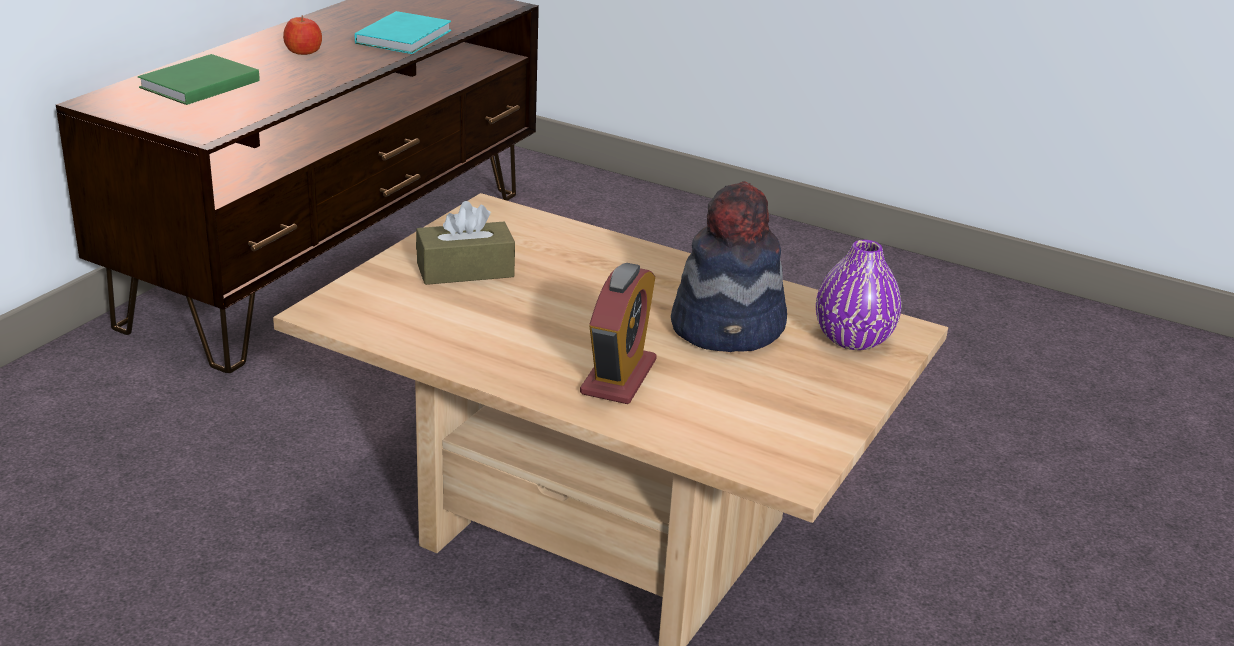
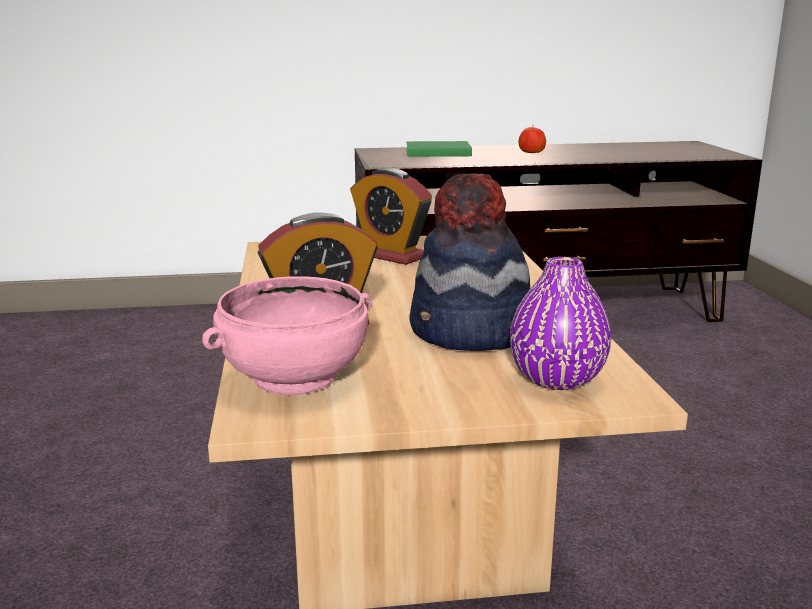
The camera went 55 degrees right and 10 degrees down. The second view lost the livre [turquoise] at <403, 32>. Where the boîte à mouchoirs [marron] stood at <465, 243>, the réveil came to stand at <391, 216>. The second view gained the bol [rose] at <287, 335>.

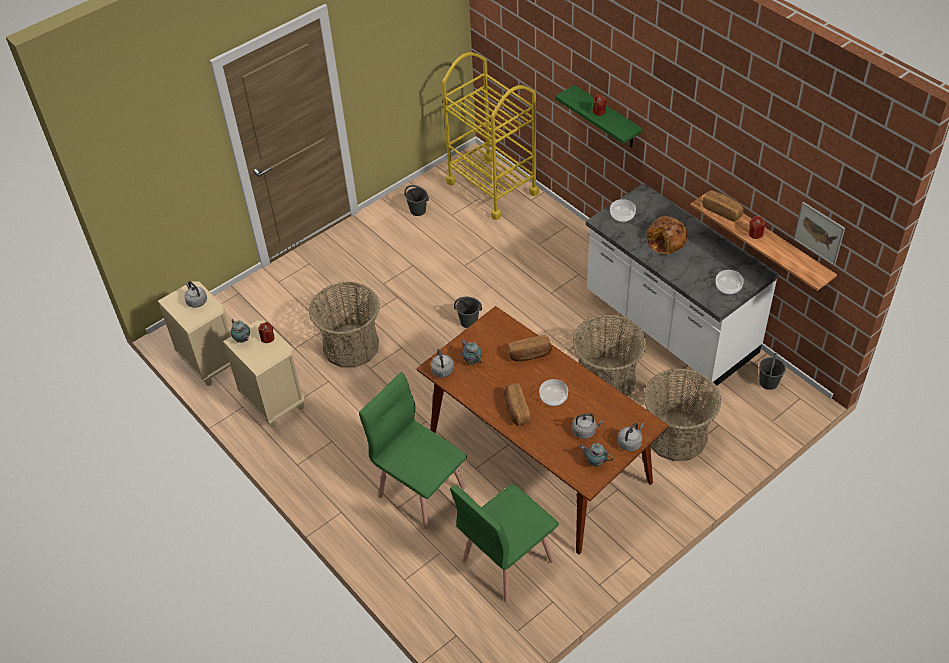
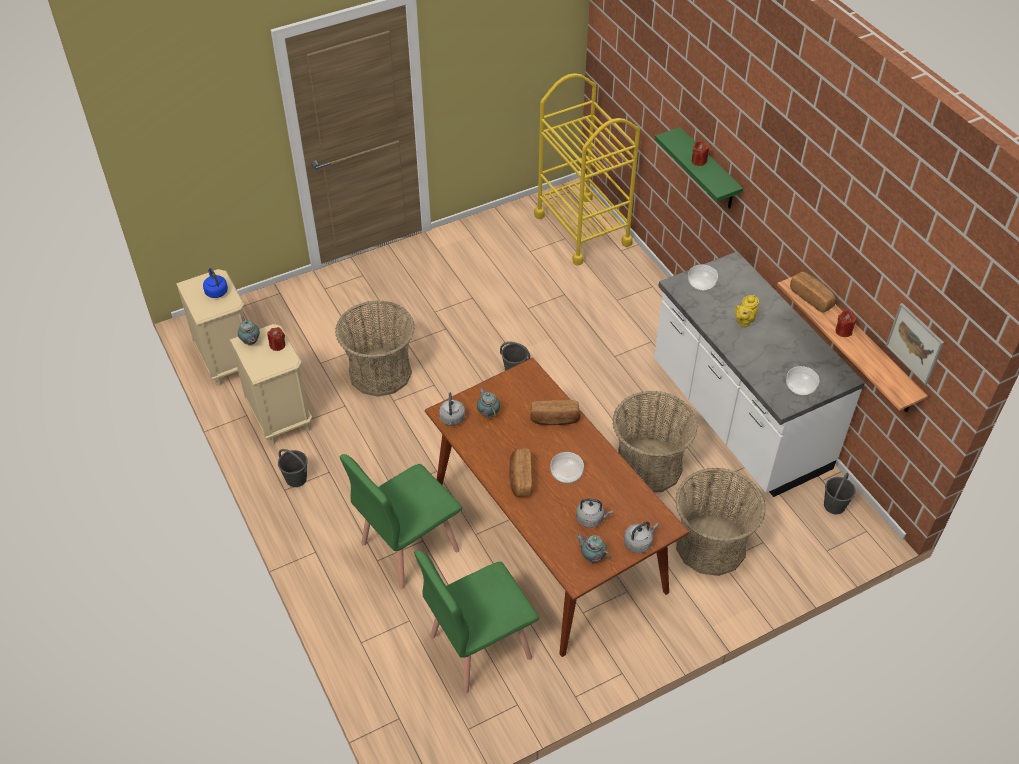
The camera went 10 degrees right and 0 degrees up. What was the bouilloire [gris] at <195, 294> turned into the bouilloire [bleu] at <215, 283>. The chaise [vert] at <413, 450> ended up facing another way, 90 degrees counterclockwise from before. The seau [gris] ended up elsewhere, having gone from <416, 200> to <293, 468>. Where the pain stood at <667, 235>, the théière [jaune] came to stand at <747, 311>.

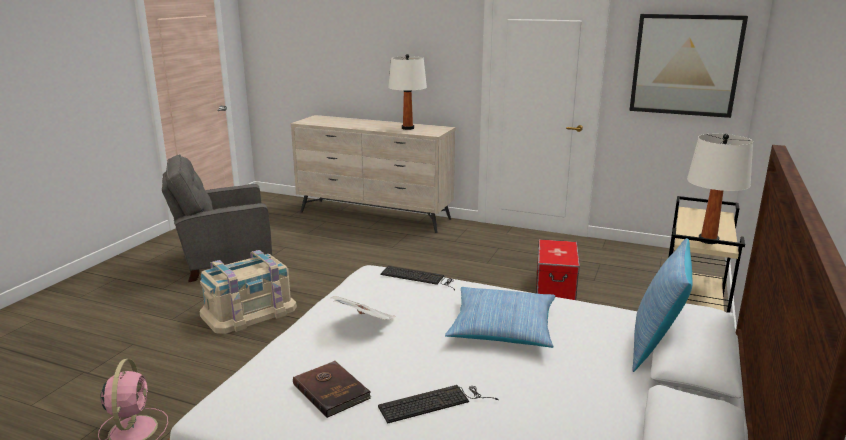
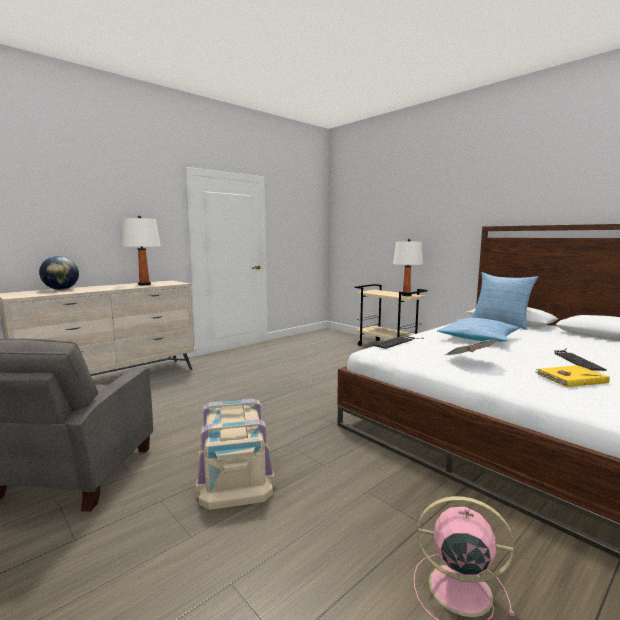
The camera went 65 degrees left and 10 degrees down. What was the livre [marron] at <332, 389> turned into the livre [jaune] at <573, 376>. The second view lost the boîte de rangement at <558, 269>. The second view lost the tableau at <688, 66>. The second view gained the globe at <59, 273>.

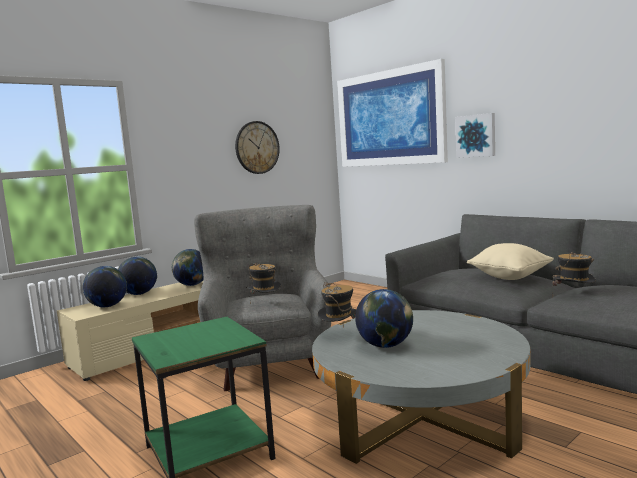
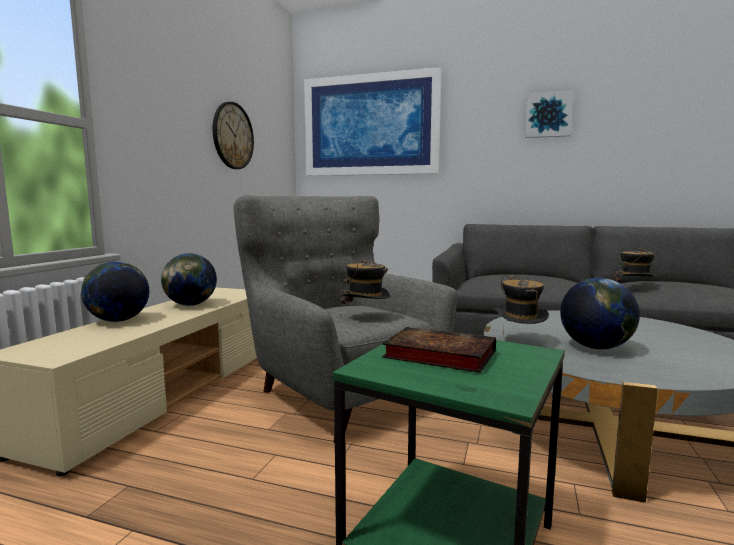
The camera went 30 degrees left and 0 degrees up. The second view lost the globe at <105, 287>. The tableau ended up elsewhere, having gone from <475, 135> to <549, 114>. The second view lost the coussin [beige] at <510, 261>. The second view gained the livre at <439, 350>.

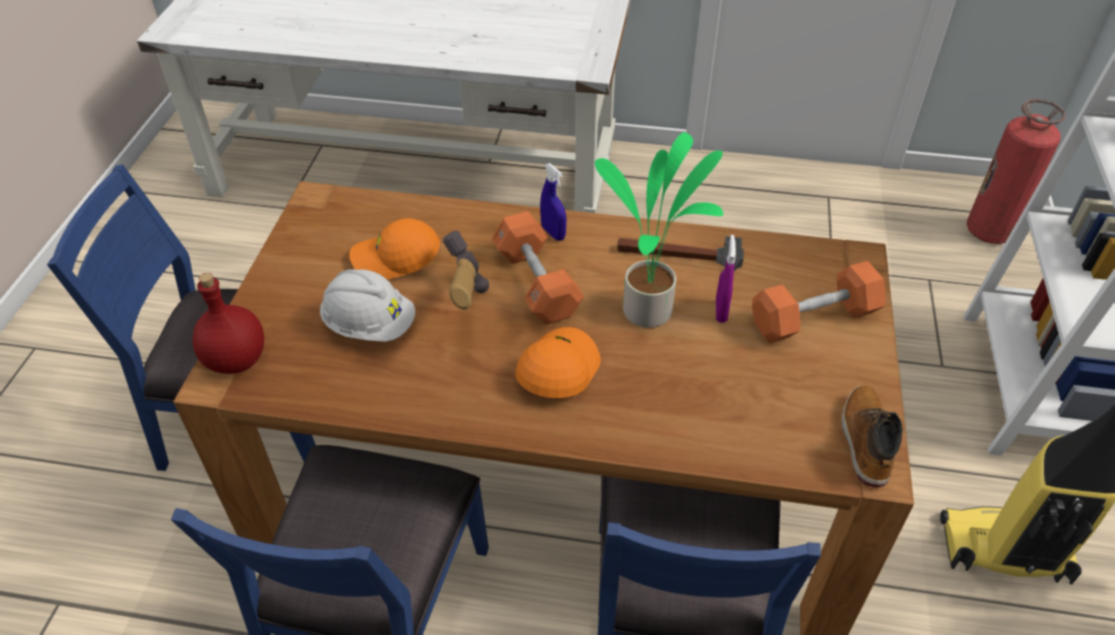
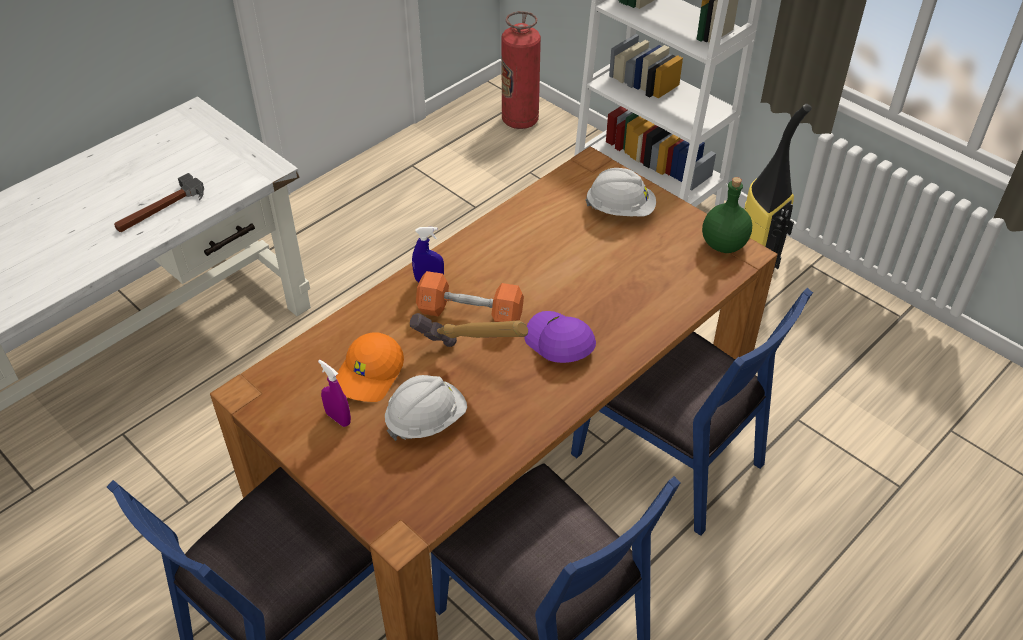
The camera went 55 degrees left and 0 degrees up. The second view lost the bouteille [rouge] at <228, 323>. What was the casquette [orange] at <558, 362> turned into the casquette [violet] at <560, 337>. The second view lost the plante en pot at <659, 230>. The marteau ended up elsewhere, having gone from <680, 253> to <159, 202>. The vaporisateur [violet] ended up elsewhere, having gone from <726, 279> to <334, 393>. Where the haltère [orange] stood at <819, 302>, the casque de chantier [blanc] came to stand at <620, 192>. Where the botte stood at <872, 436>, the bouteille [vert] came to stand at <727, 215>.

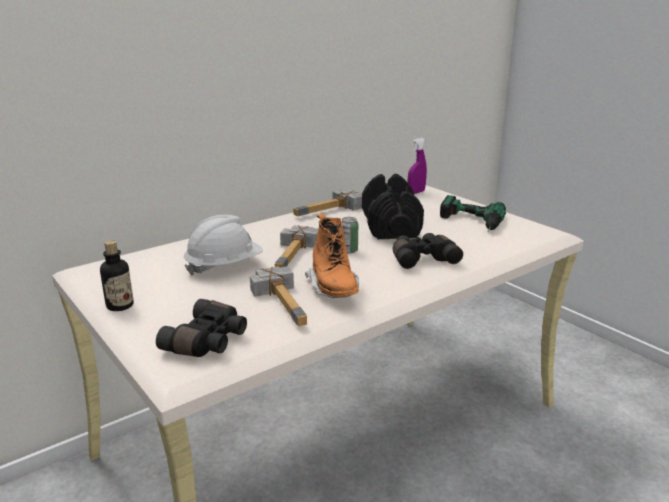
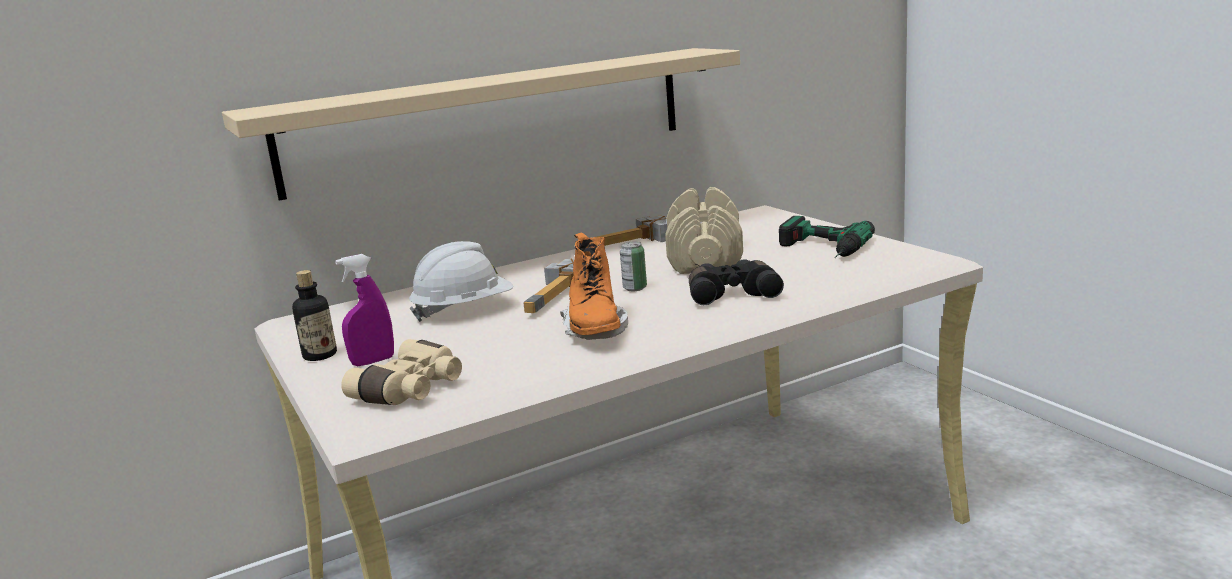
The camera went 10 degrees right and 5 degrees down. What was the jumelles [noir] at <201, 328> turned into the jumelles [beige] at <401, 372>. The second view lost the marteau at <278, 296>. What was the haltère [noir] at <393, 206> turned into the haltère [beige] at <704, 230>. The vaporisateur [violet] ended up elsewhere, having gone from <417, 166> to <364, 310>. The second view gained the étagère [beige] at <481, 124>.

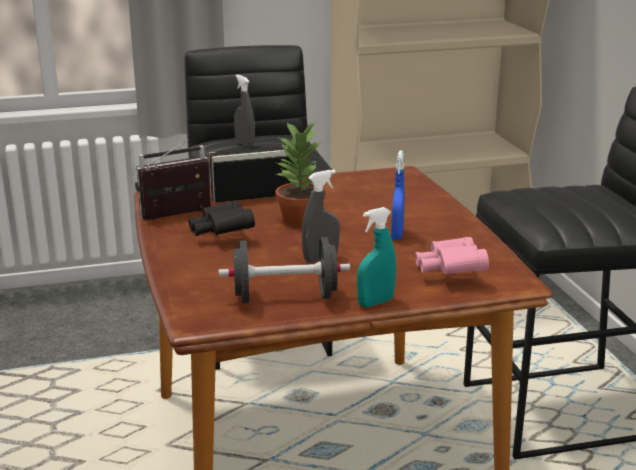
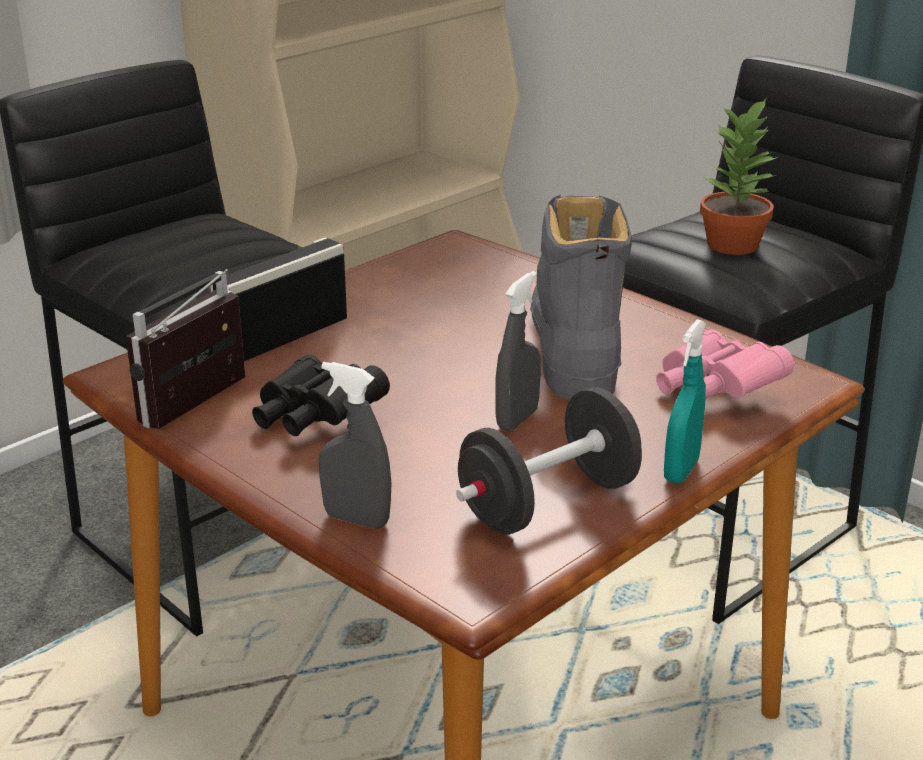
The camera went 30 degrees left and 5 degrees up. The vaporisateur [gris] ended up elsewhere, having gone from <244, 111> to <355, 445>. The plante en pot ended up elsewhere, having gone from <300, 174> to <739, 176>. Where the vaporisateur [bleu] stood at <398, 195>, the botte [gris] came to stand at <581, 297>.

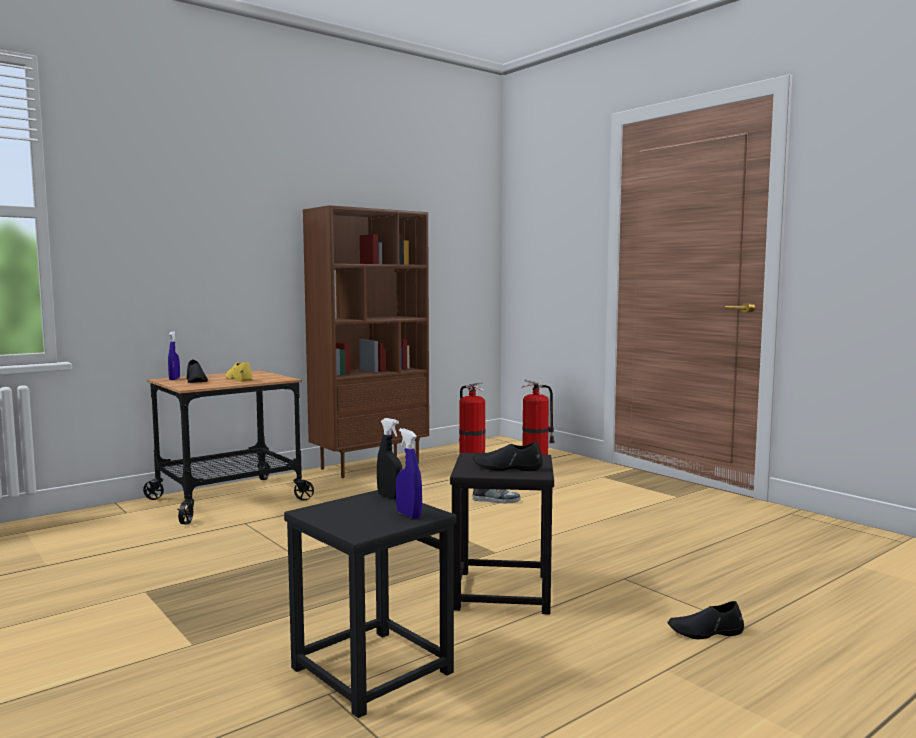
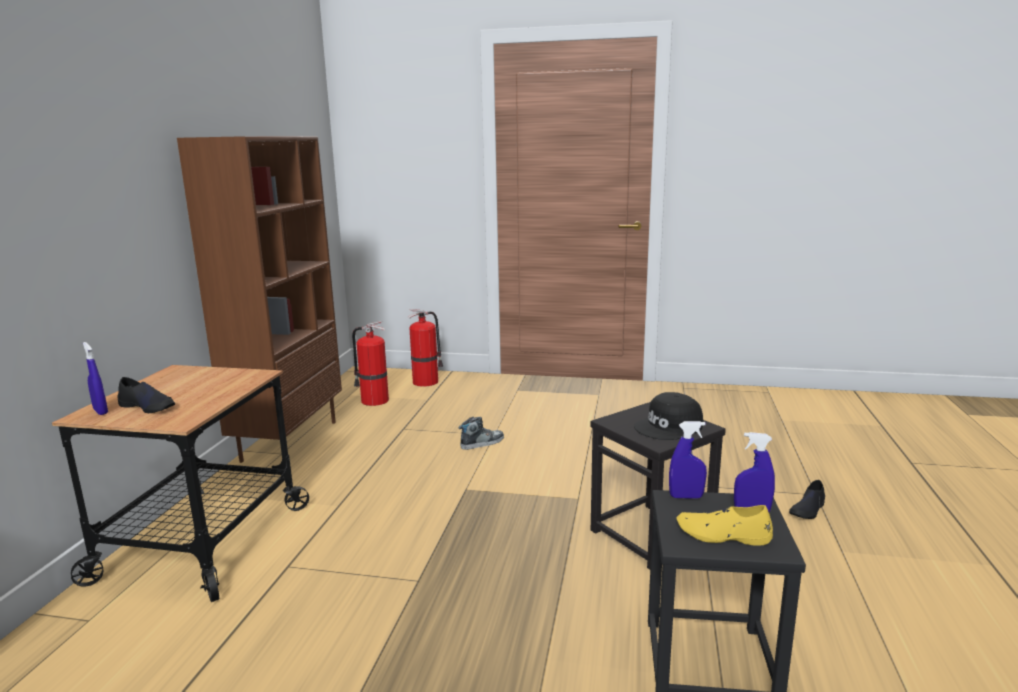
The camera went 40 degrees left and 10 degrees up. The chaussure [jaune] ended up elsewhere, having gone from <239, 372> to <725, 525>. What was the vaporisateur [noir] at <390, 458> turned into the vaporisateur [bleu] at <688, 460>. Where the chaussure [noir] stood at <508, 456>, the casquette [noir] came to stand at <668, 416>.

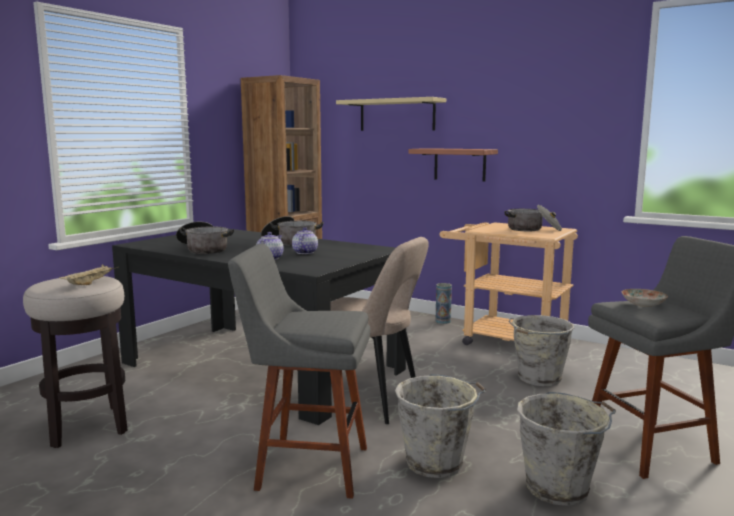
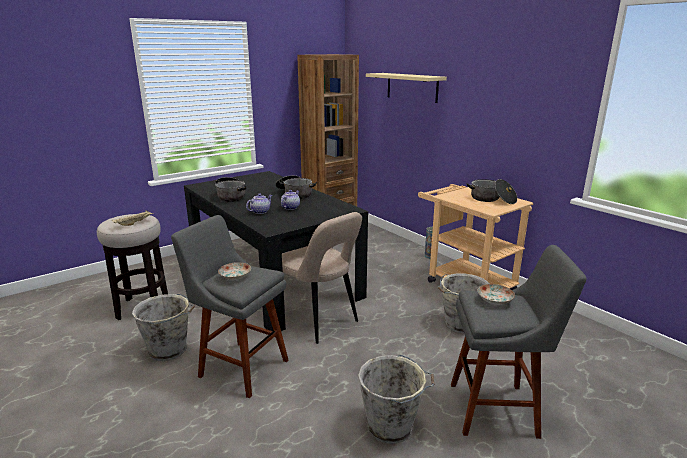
The camera went 20 degrees right and 10 degrees up. The seau [gris] ended up elsewhere, having gone from <440, 426> to <163, 327>. The second view lost the étagère at <453, 165>. The second view gained the assiette at <234, 271>.

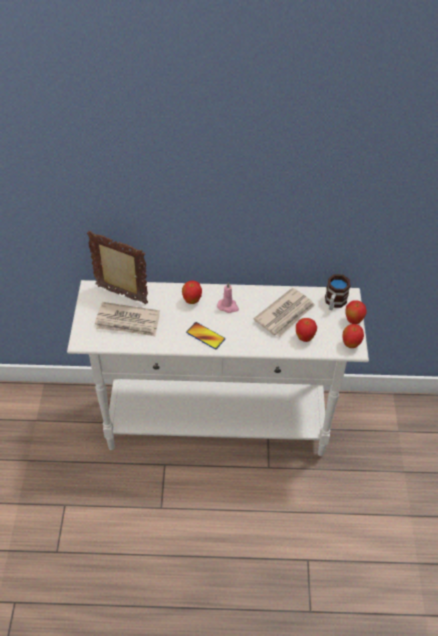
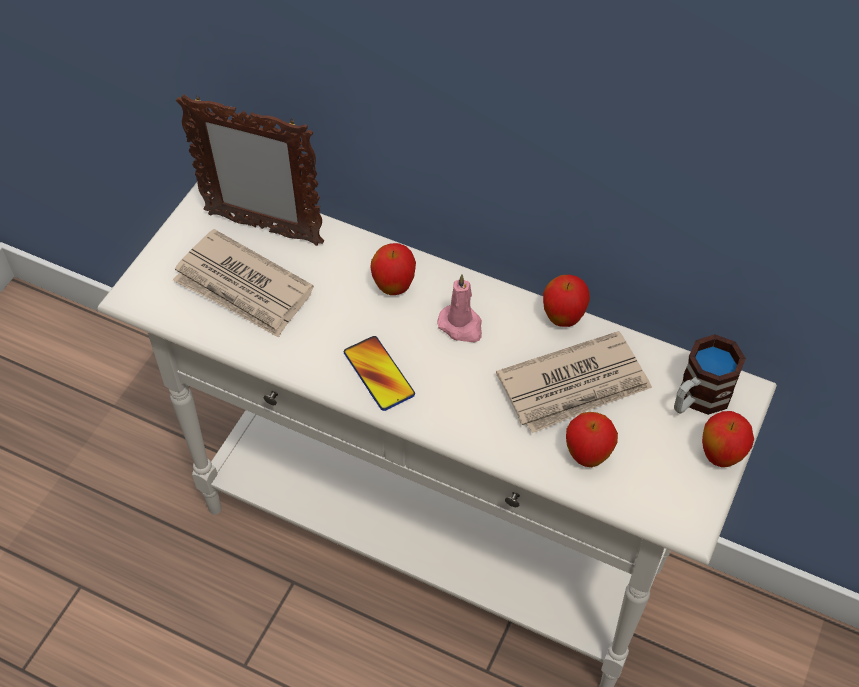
The camera went 25 degrees right and 5 degrees up. The cadre photo at <117, 268> ended up facing another way, 150 degrees clockwise from before. The pomme ended up elsewhere, having gone from <353, 336> to <566, 301>.

